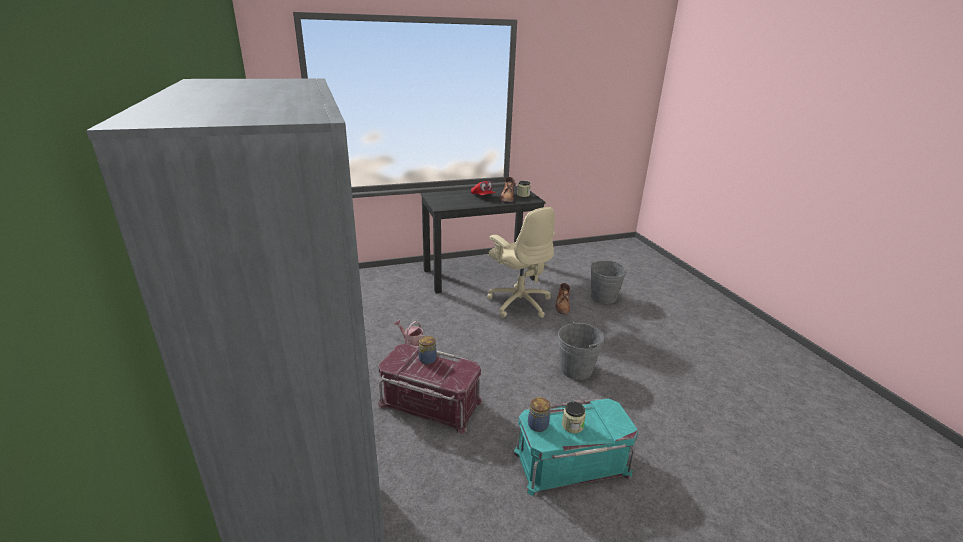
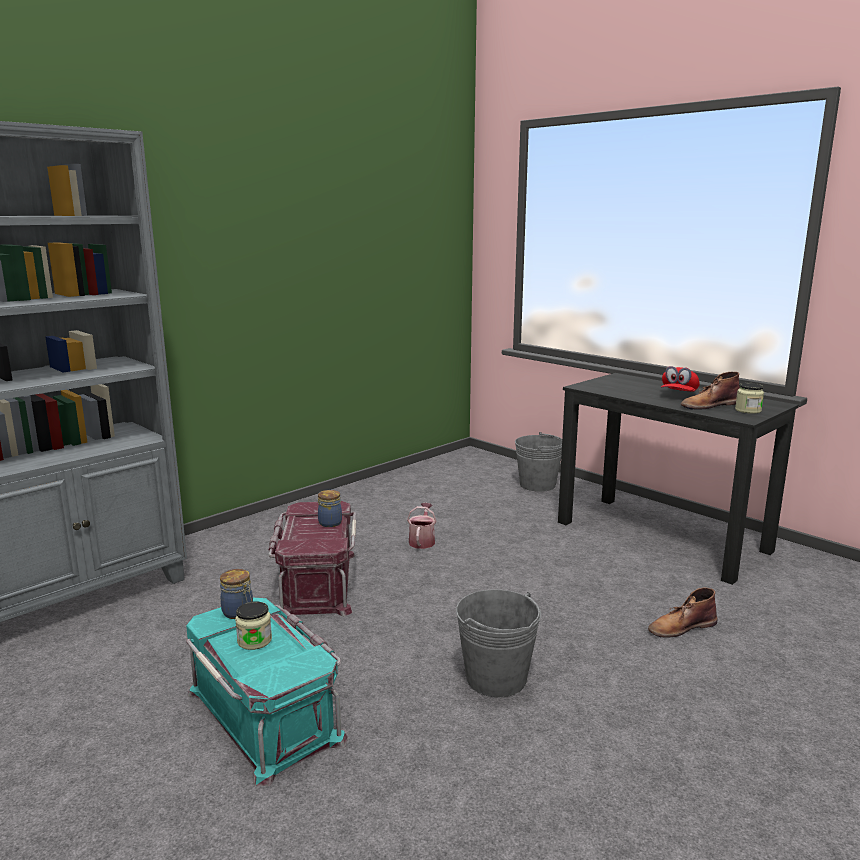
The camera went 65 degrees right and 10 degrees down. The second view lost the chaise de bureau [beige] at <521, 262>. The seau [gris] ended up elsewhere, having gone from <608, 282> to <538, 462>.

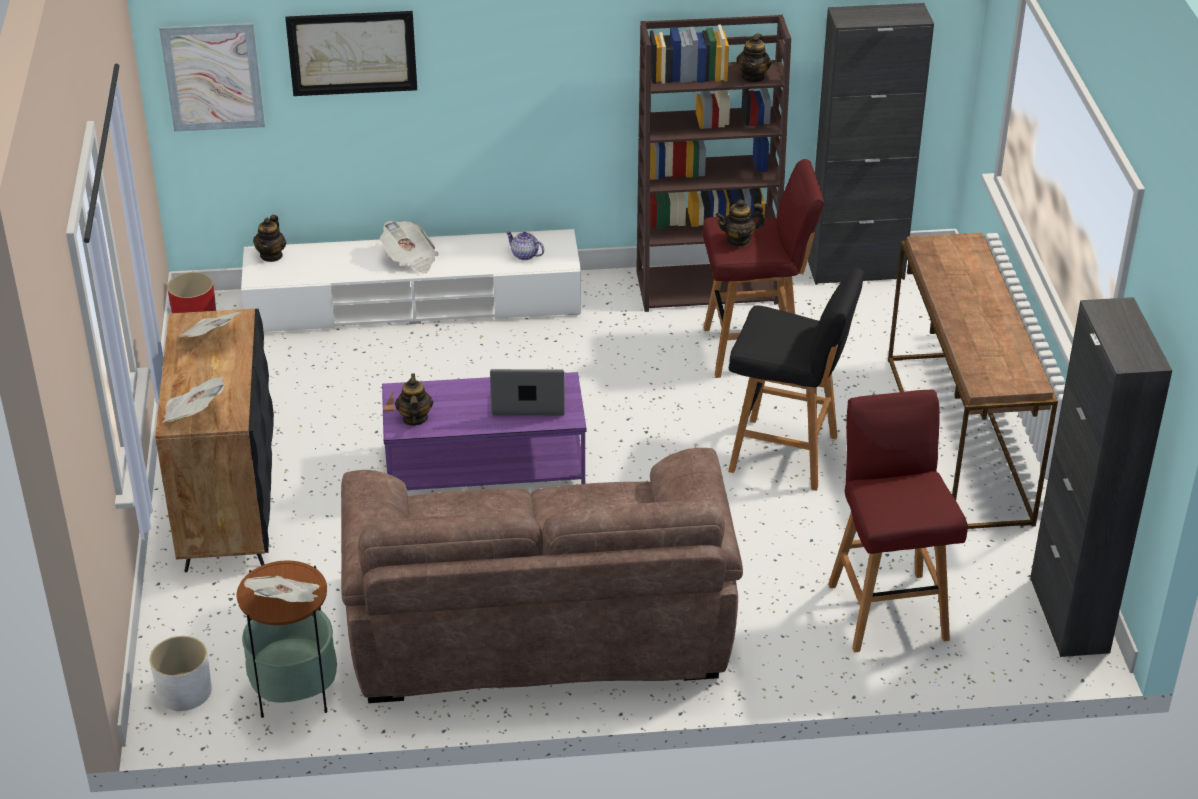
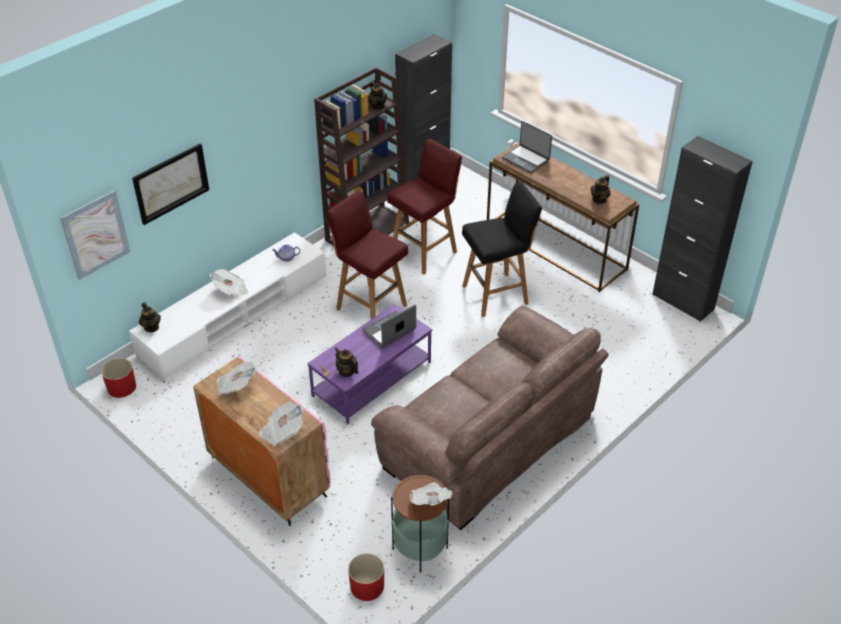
The camera went 40 degrees left and 5 degrees up. What was the cache-pot [blanc] at <181, 673> turned into the cache-pot [rouge] at <366, 577>. What was the meuble de rangement [noir] at <214, 441> turned into the meuble de rangement [rose] at <261, 441>. The théière ended up elsewhere, having gone from <740, 223> to <600, 189>. The tabouret [rouge] ended up elsewhere, having gone from <898, 521> to <367, 254>. The second view gained the ordinateur portable at <527, 147>.

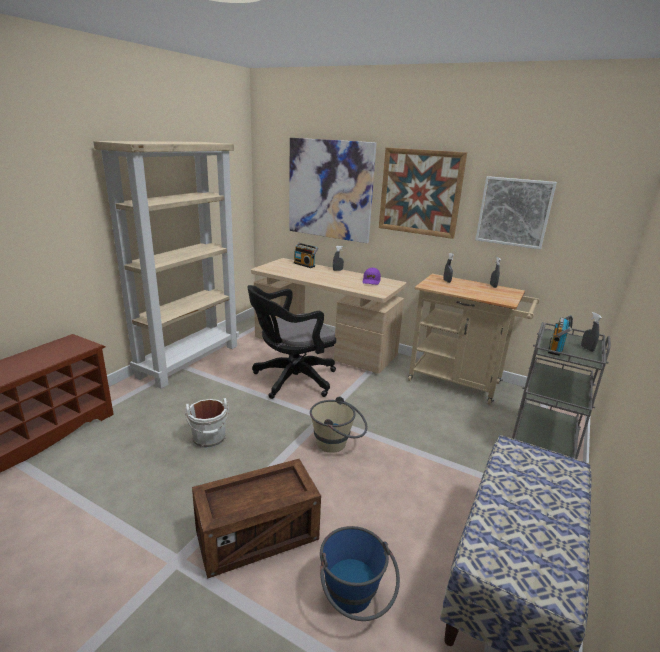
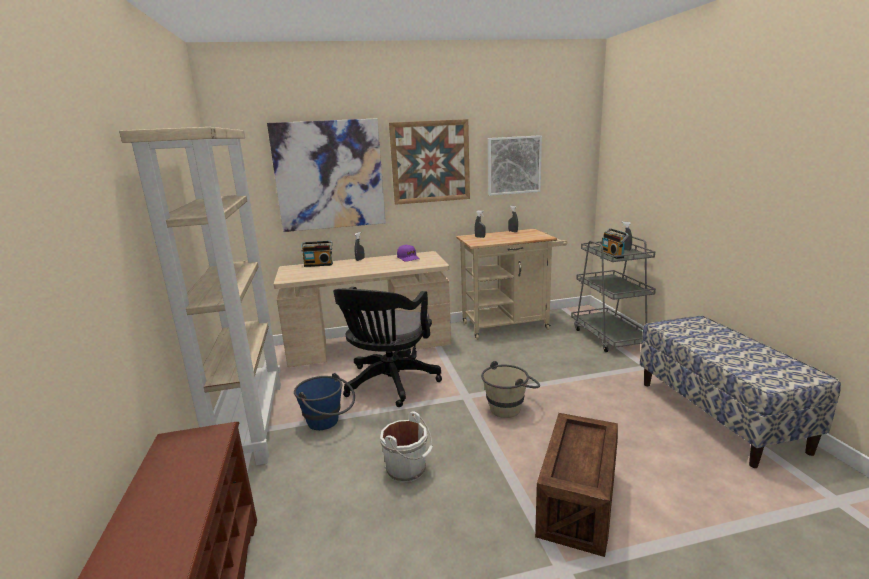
The camera went 40 degrees left and 5 degrees down. The seau [bleu] ended up elsewhere, having gone from <360, 573> to <324, 401>.

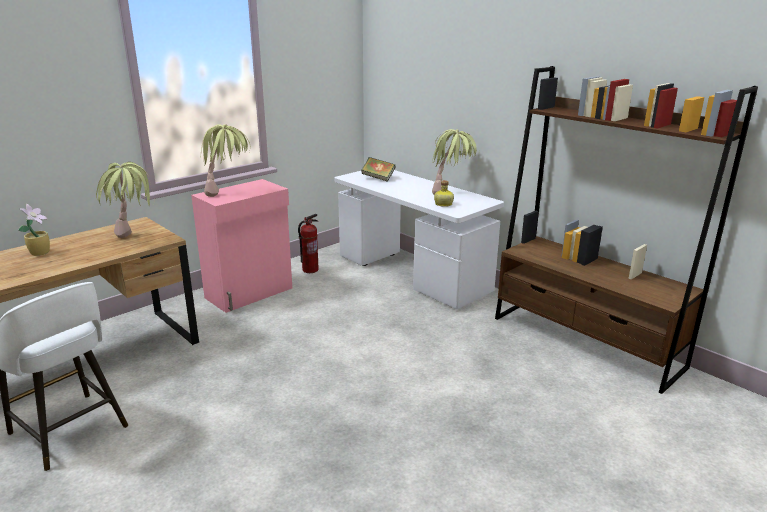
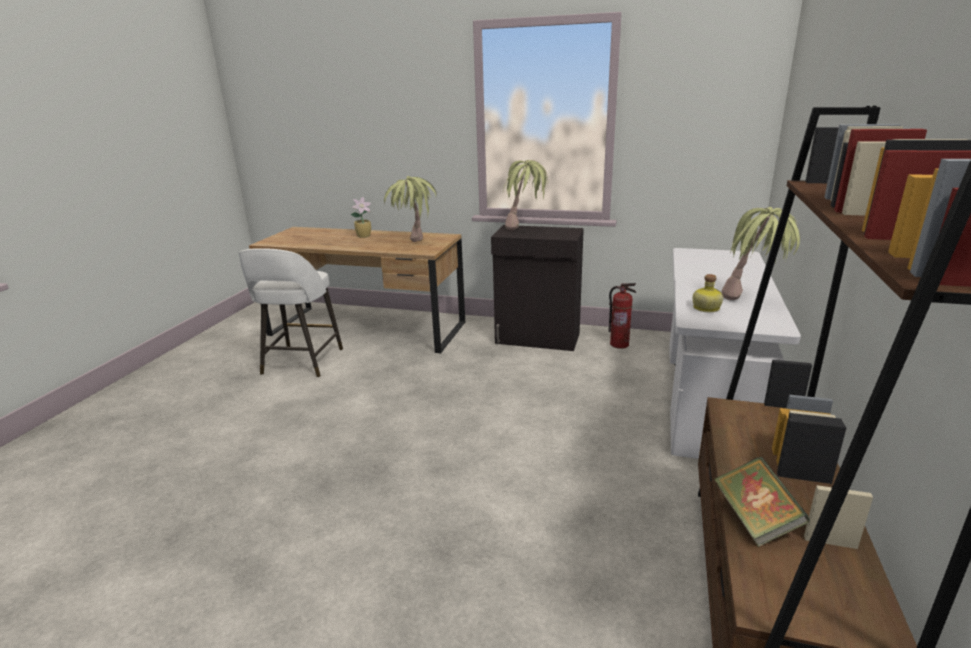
The camera went 60 degrees right and 0 degrees up. What was the meuble de rangement [rose] at <241, 246> turned into the meuble de rangement [noir] at <537, 288>. The livre ended up elsewhere, having gone from <378, 169> to <762, 502>.

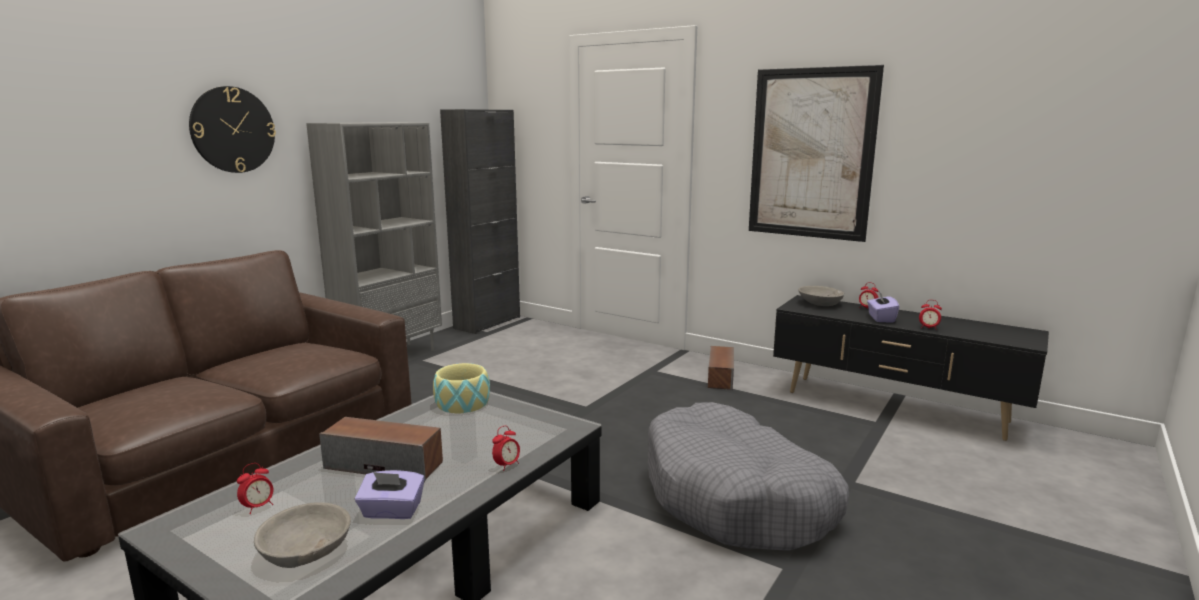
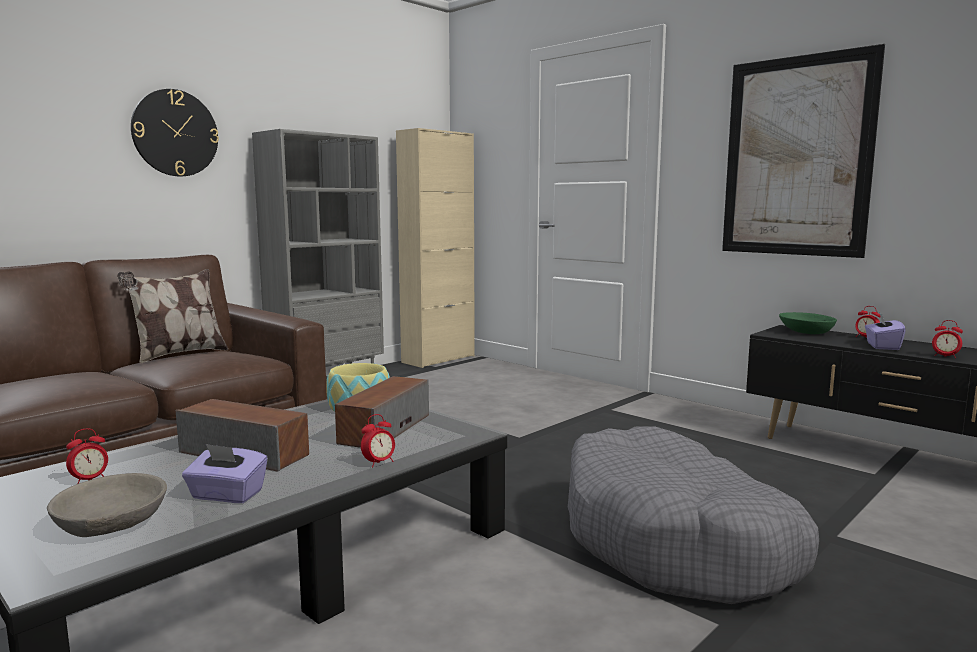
The camera went 10 degrees right and 5 degrees down. What was the meuble de rangement [noir] at <480, 221> turned into the meuble de rangement [beige] at <435, 248>. The enceinte ended up elsewhere, having gone from <721, 368> to <382, 412>. What was the bol [gris] at <821, 296> turned into the bol [vert] at <808, 323>. The second view gained the coussin at <172, 316>.

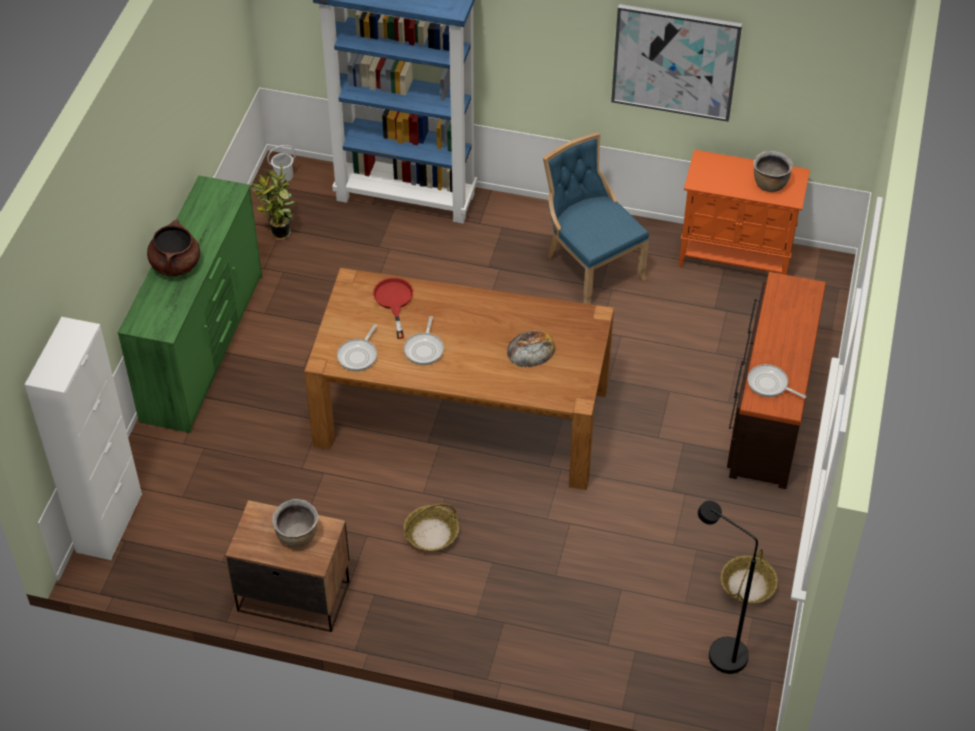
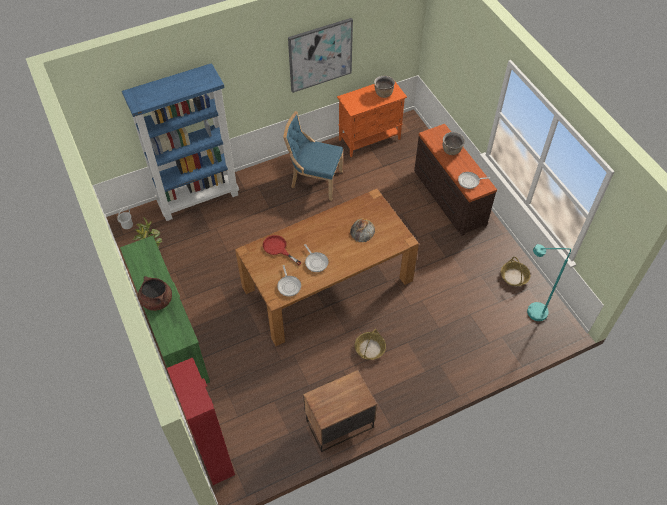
The camera went 40 degrees left and 5 degrees up. What was the meuble de rangement [blanc] at <83, 438> turned into the meuble de rangement [rouge] at <201, 421>. The marmite [marron] ended up elsewhere, having gone from <295, 523> to <454, 143>. What was the lampadaire [noir] at <728, 587> turned into the lampadaire [turquoise] at <549, 282>.

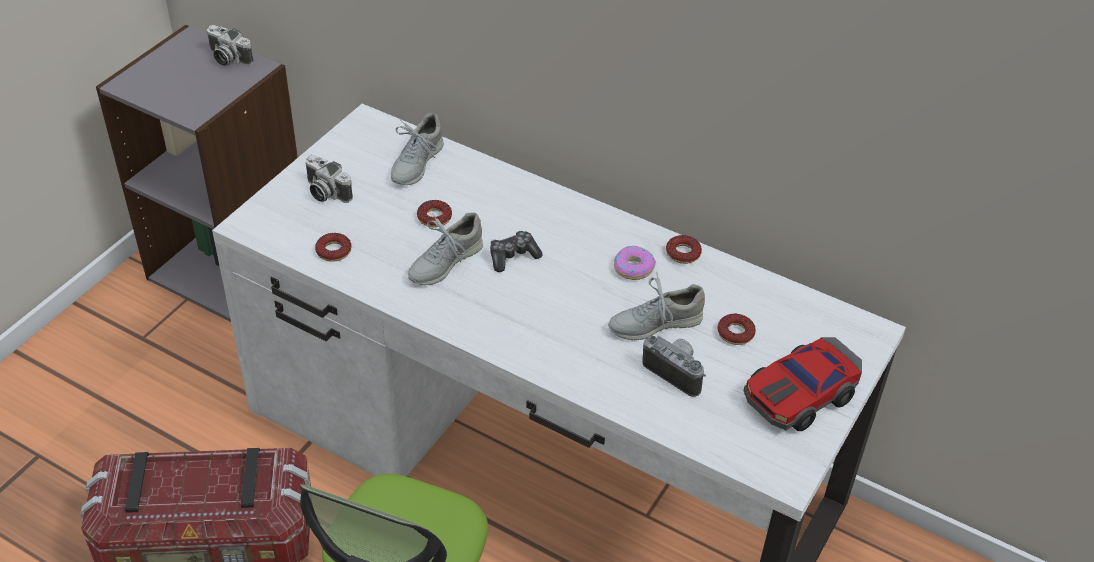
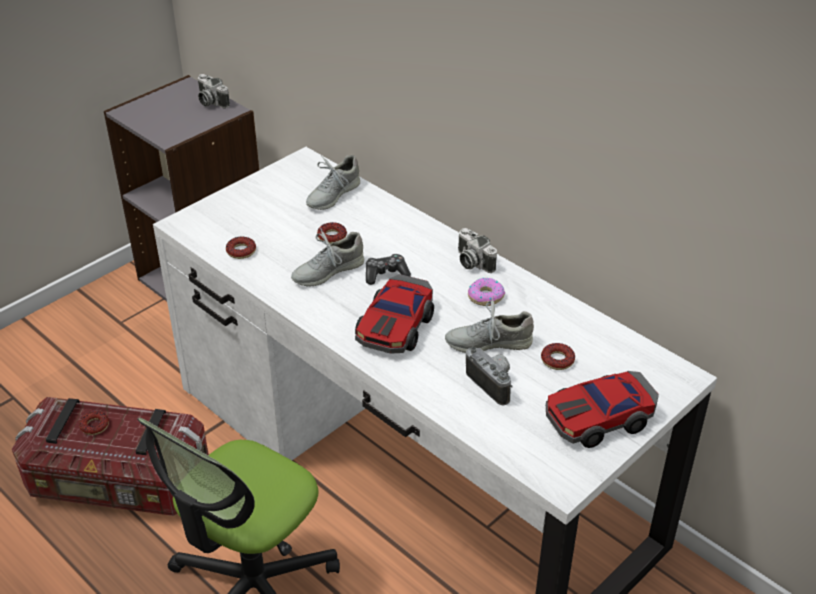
The camera went 15 degrees right and 5 degrees down. The appareil photo ended up elsewhere, having gone from <329, 179> to <477, 250>. The beignet ended up elsewhere, having gone from <684, 249> to <94, 423>. The second view gained the petite voiture at <394, 314>.

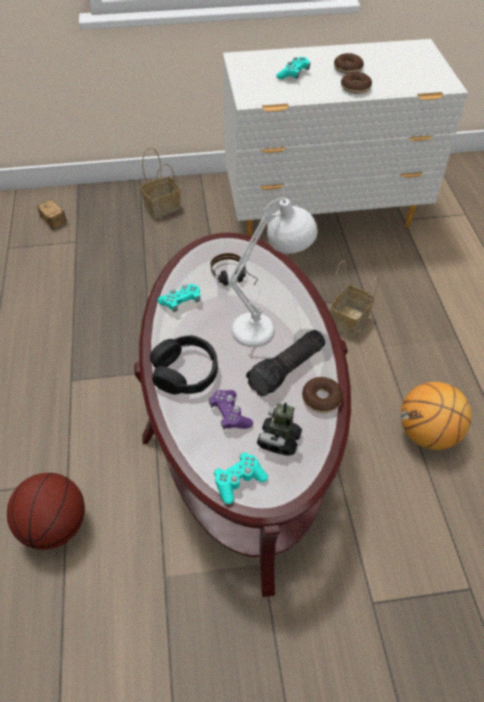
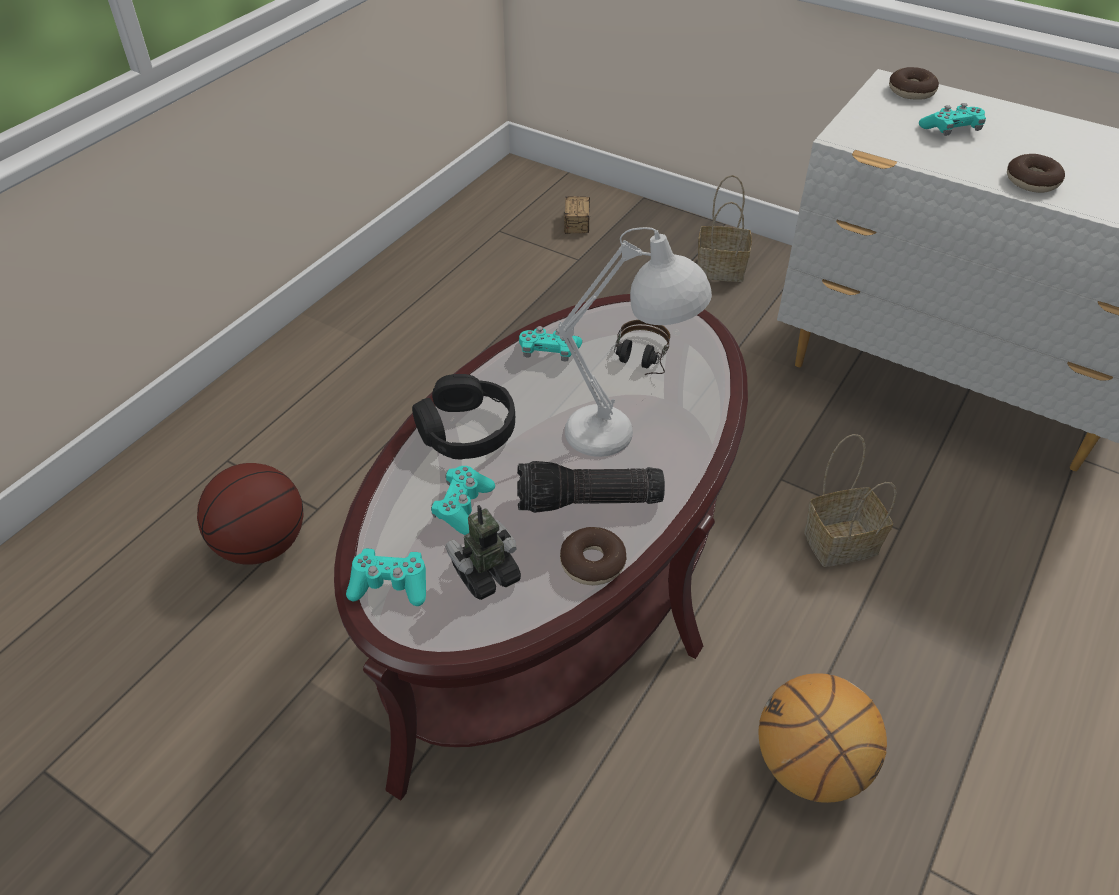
The camera went 40 degrees right and 5 degrees down. What was the manette [violet] at <231, 410> turned into the manette [turquoise] at <463, 500>. The beignet ended up elsewhere, having gone from <349, 63> to <914, 83>.

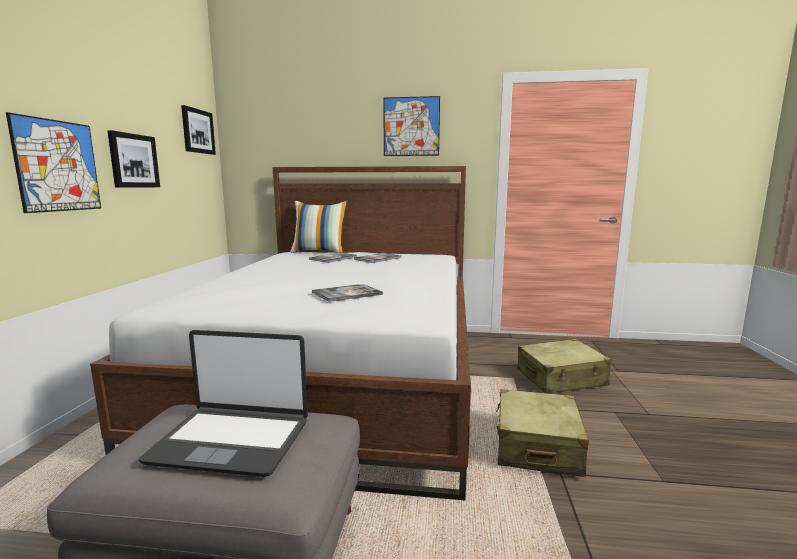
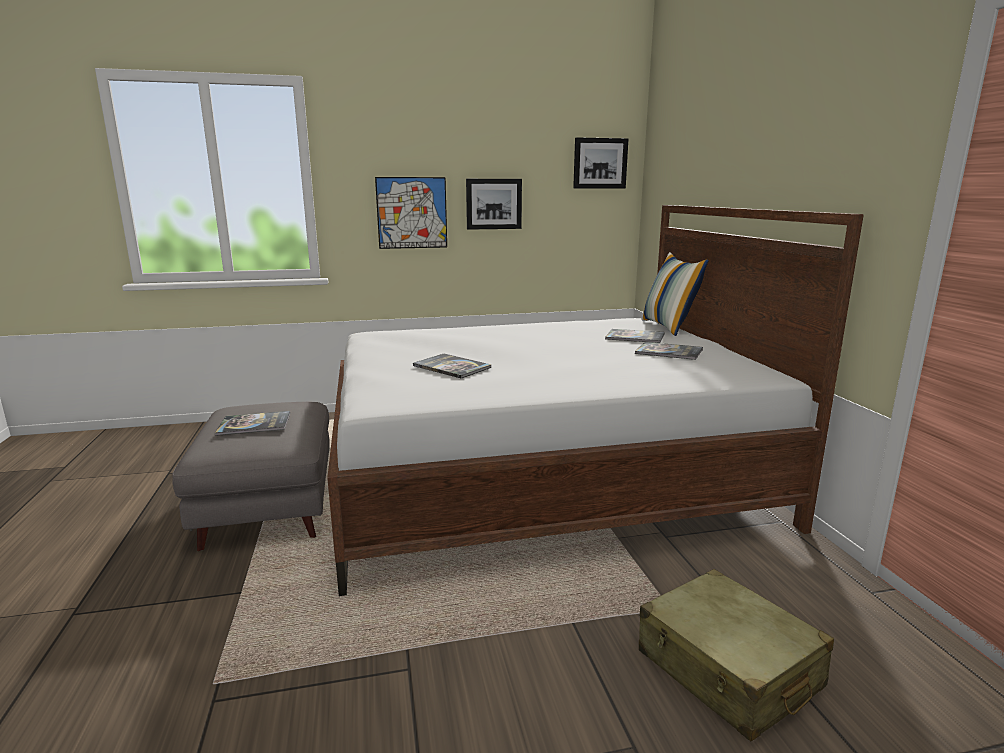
The camera went 70 degrees right and 5 degrees up. Where the ordinateur portable stood at <223, 403>, the livre came to stand at <252, 423>. The second view lost the tableau at <411, 126>. The second view lost the valise [beige] at <542, 433>.

